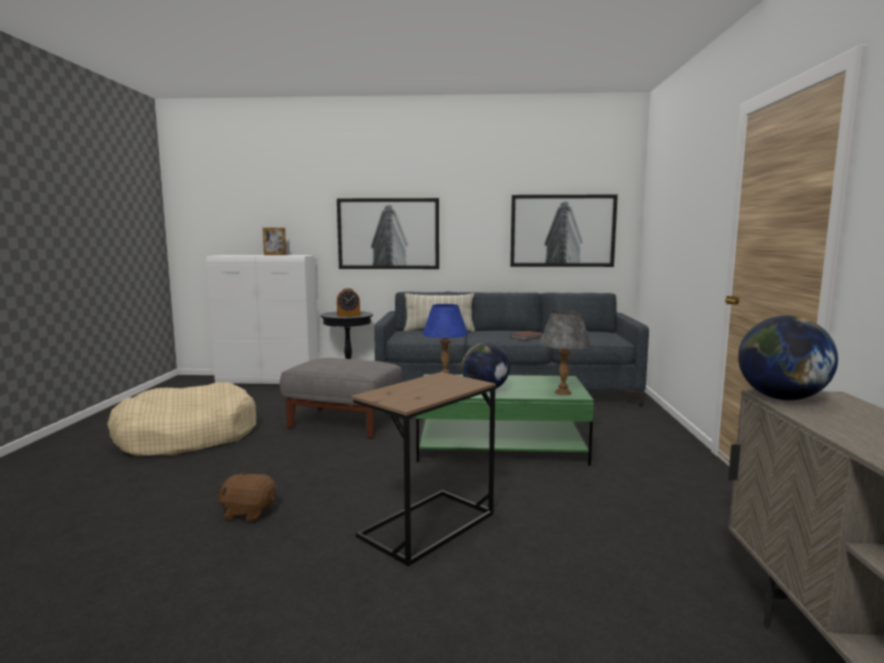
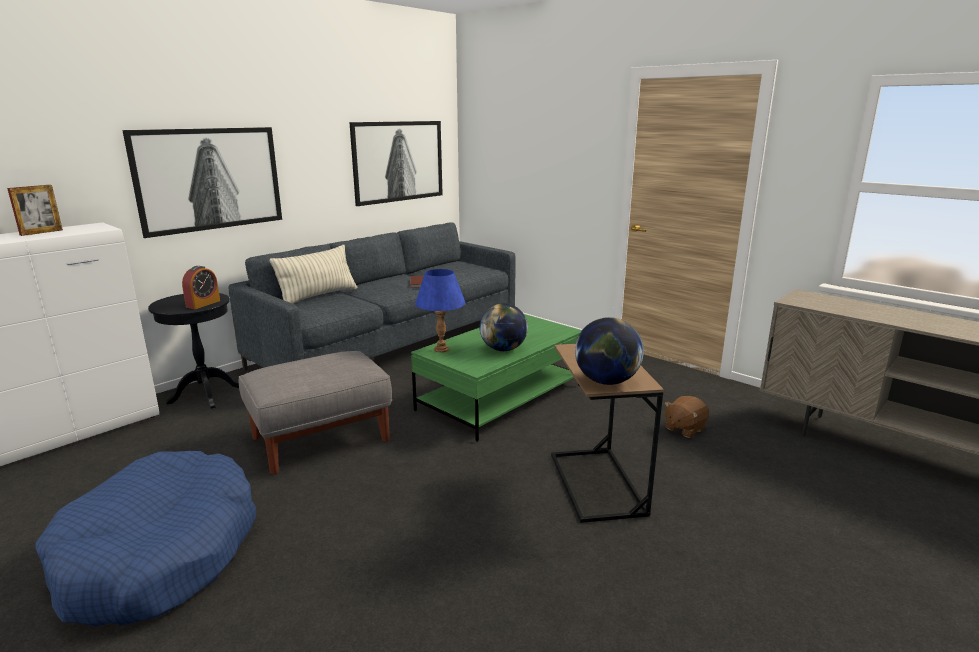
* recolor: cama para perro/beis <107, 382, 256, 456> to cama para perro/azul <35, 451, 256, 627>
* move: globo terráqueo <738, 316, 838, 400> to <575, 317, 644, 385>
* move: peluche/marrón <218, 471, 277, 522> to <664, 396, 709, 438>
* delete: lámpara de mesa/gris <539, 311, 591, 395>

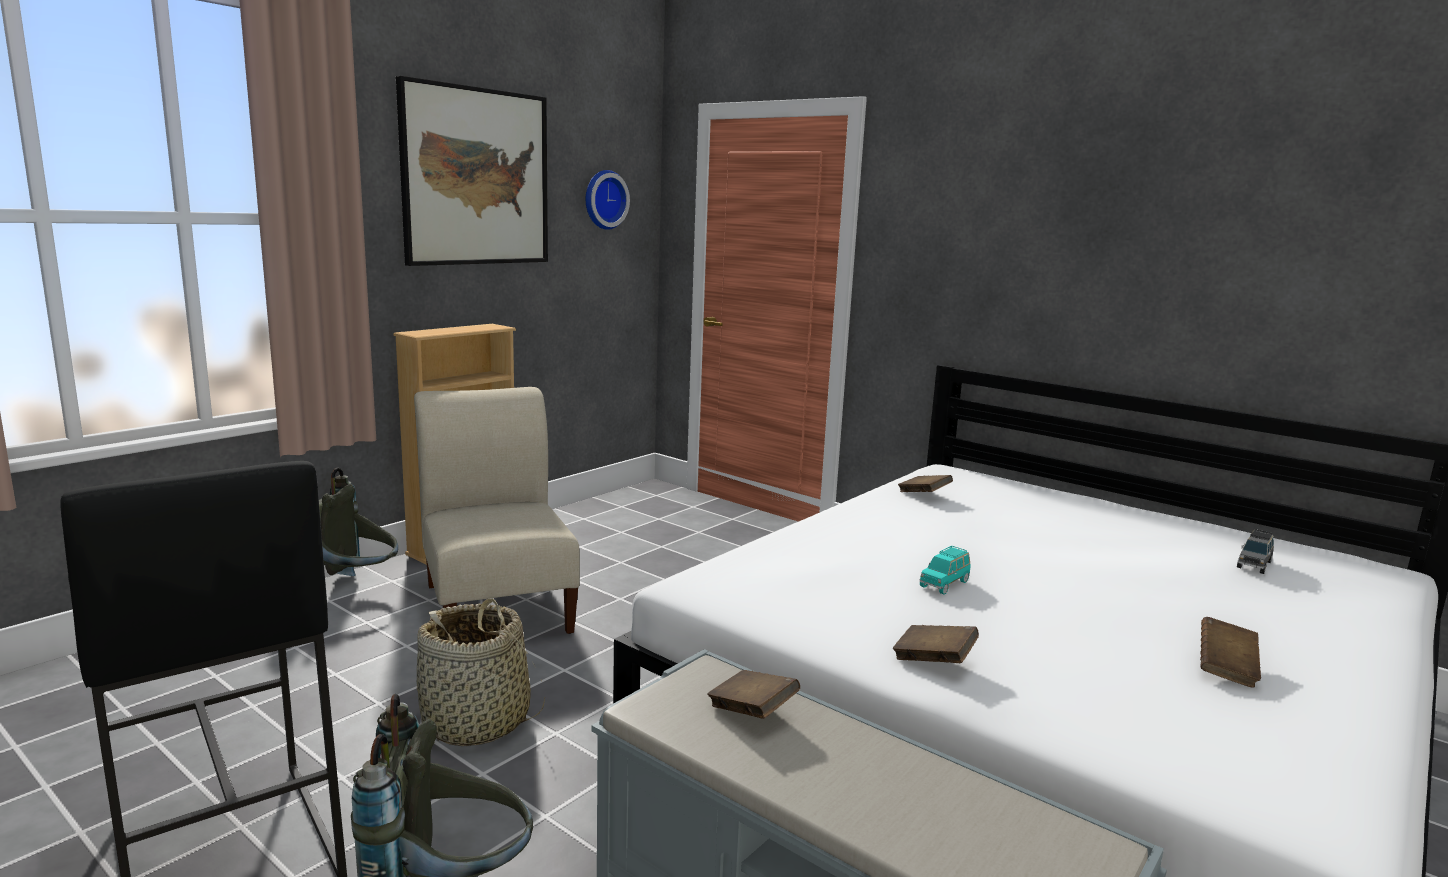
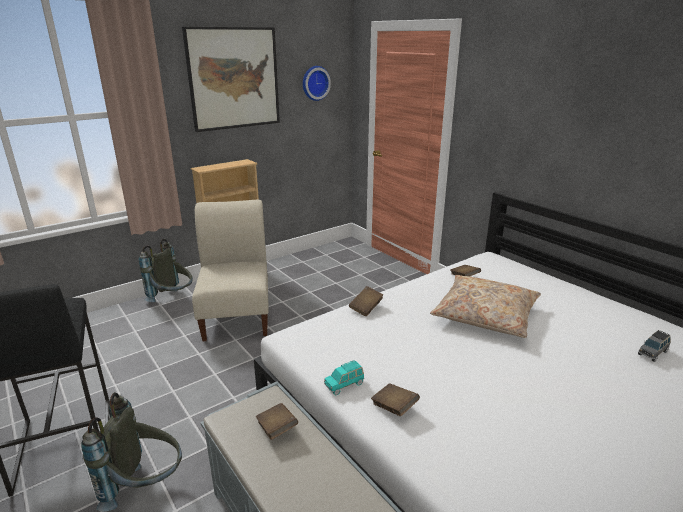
* move: coche de juguete/turquesa <920, 546, 970, 594> to <324, 360, 364, 395>
* move: libro/marrón <1200, 617, 1261, 688> to <349, 286, 383, 316>
* insert: cojín/beis <430, 275, 541, 338>
* delete: cesta <416, 599, 545, 746>

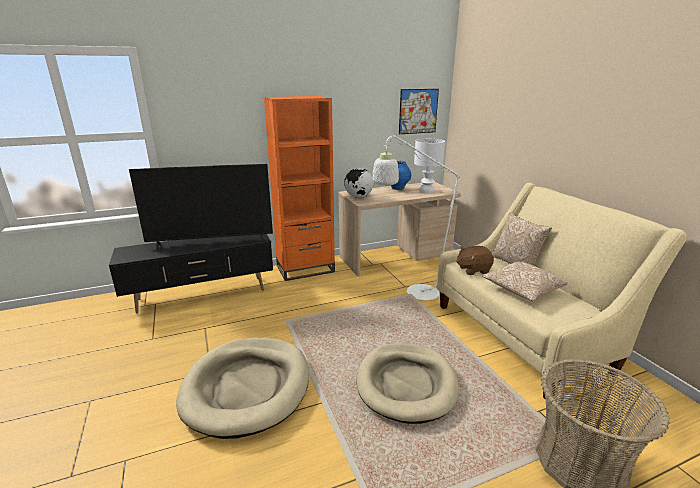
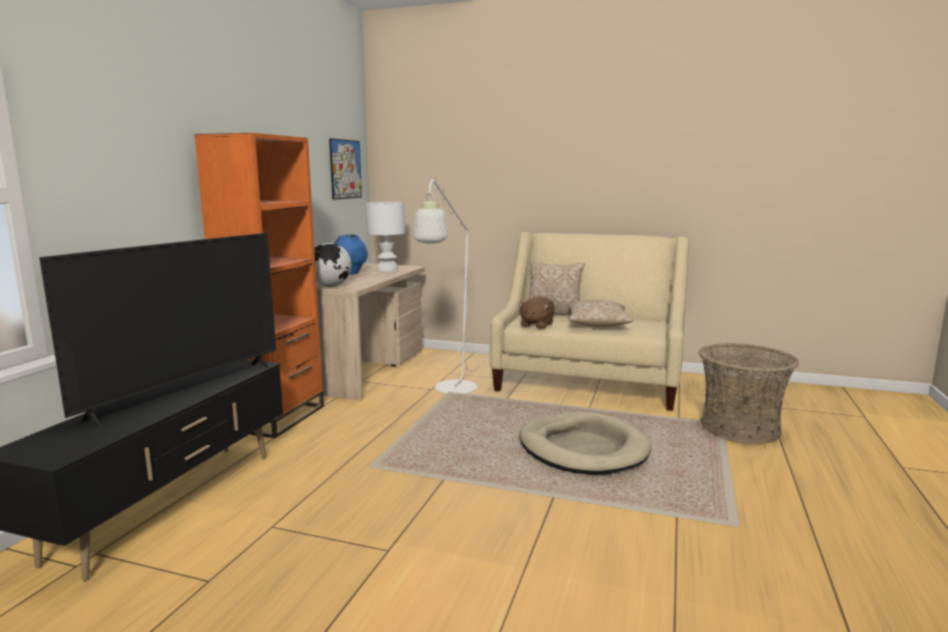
* delete: cama para perro/beis <176, 338, 309, 439>

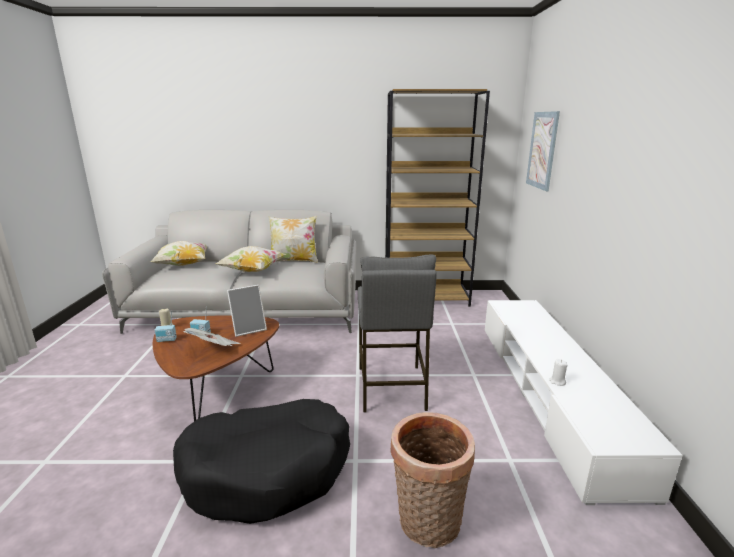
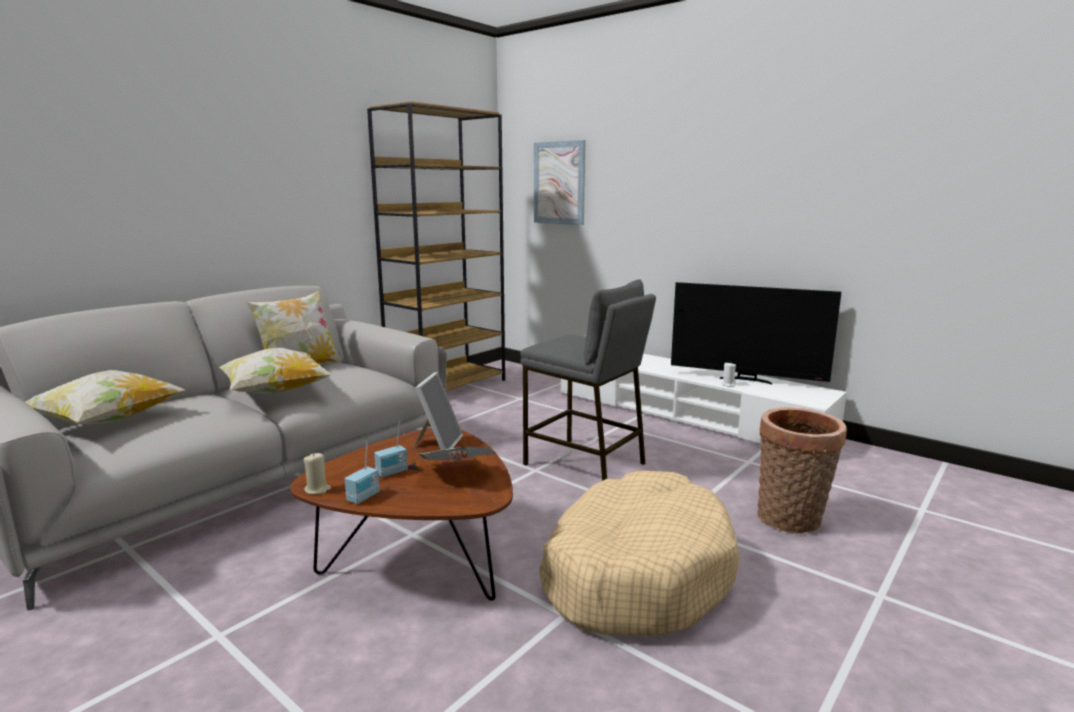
* recolor: cama para perro/negro <173, 399, 350, 524> to cama para perro/beis <539, 471, 739, 636>
* insert: televisor <671, 282, 841, 385>

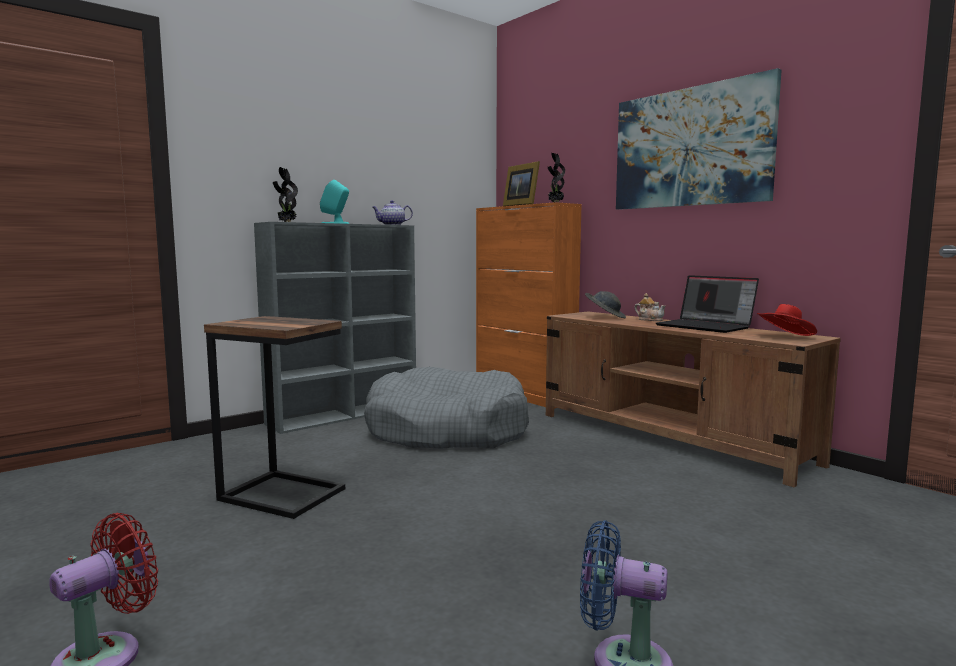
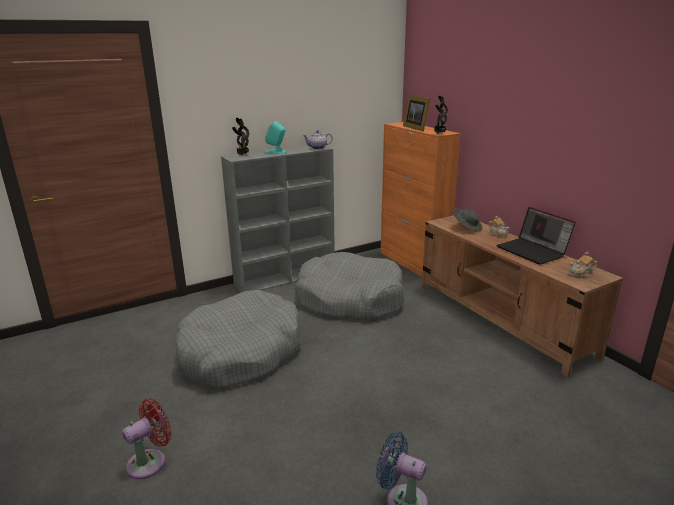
* replace: mesa auxiliar <204, 316, 345, 519> to cama para perro/gris <176, 290, 301, 388>
* replace: sombrero/rojo <757, 304, 817, 336> to tetera <569, 251, 597, 278>
* delete: cuadro <616, 68, 782, 210>

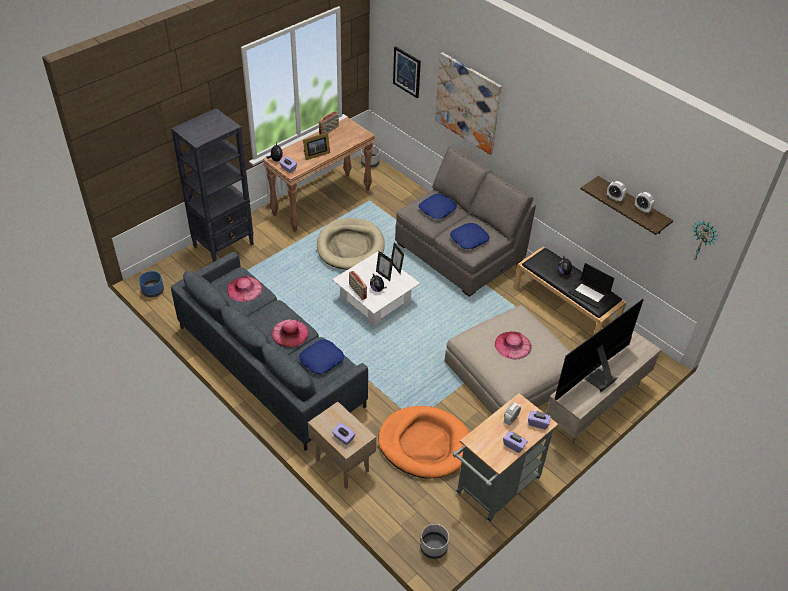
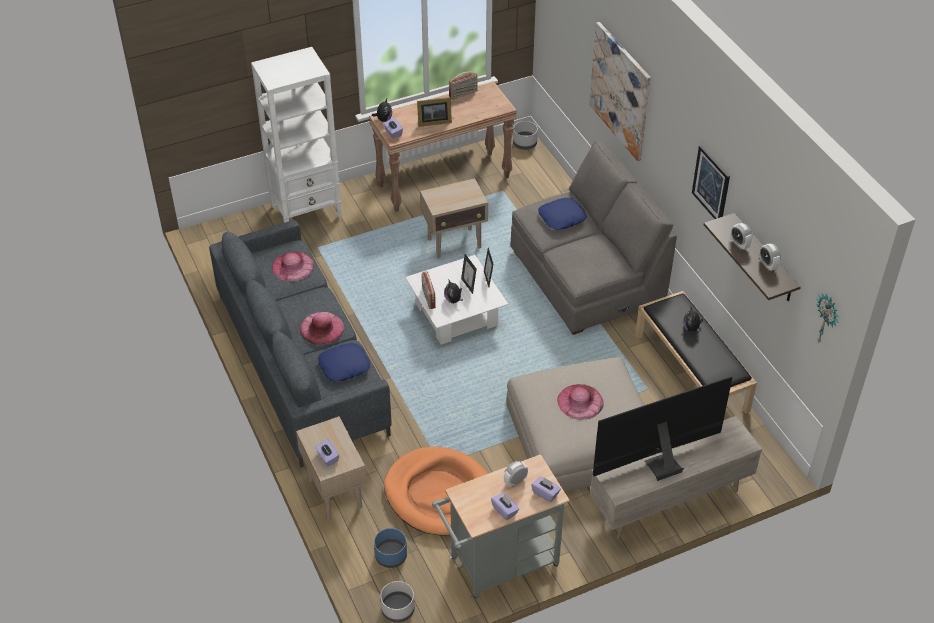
* recolor: estantería/negro <171, 108, 254, 262> to estantería/blanco <251, 47, 342, 223>
* move: maceta/azul <139, 271, 164, 297> to <374, 528, 407, 568>
* replace: cama para perro/beis <317, 218, 385, 270> to mesa auxiliar/beis <420, 178, 488, 259>
* move: cuadro <393, 46, 421, 98> to <692, 145, 730, 219>
* delete: cojín/azul <450, 223, 490, 249>
* delete: portátil <568, 263, 614, 309>

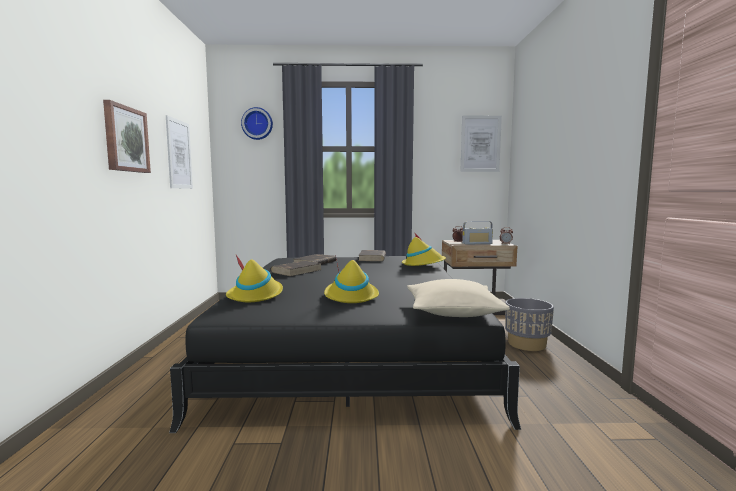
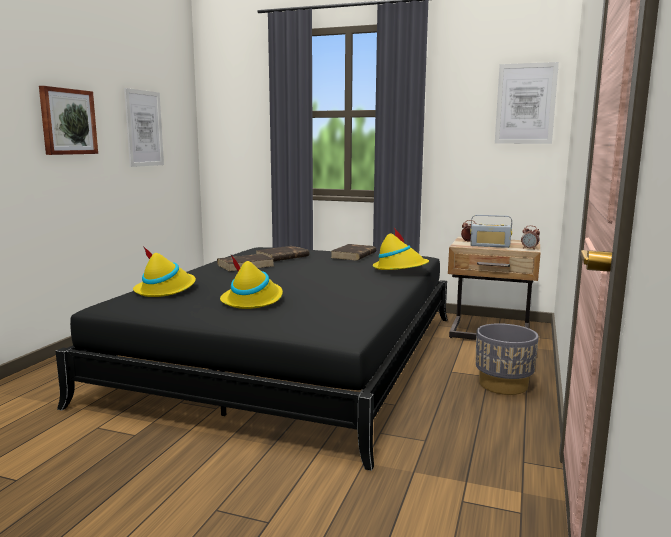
* delete: reloj de pared <241, 107, 273, 140>
* delete: cojín/beis <407, 279, 510, 317>

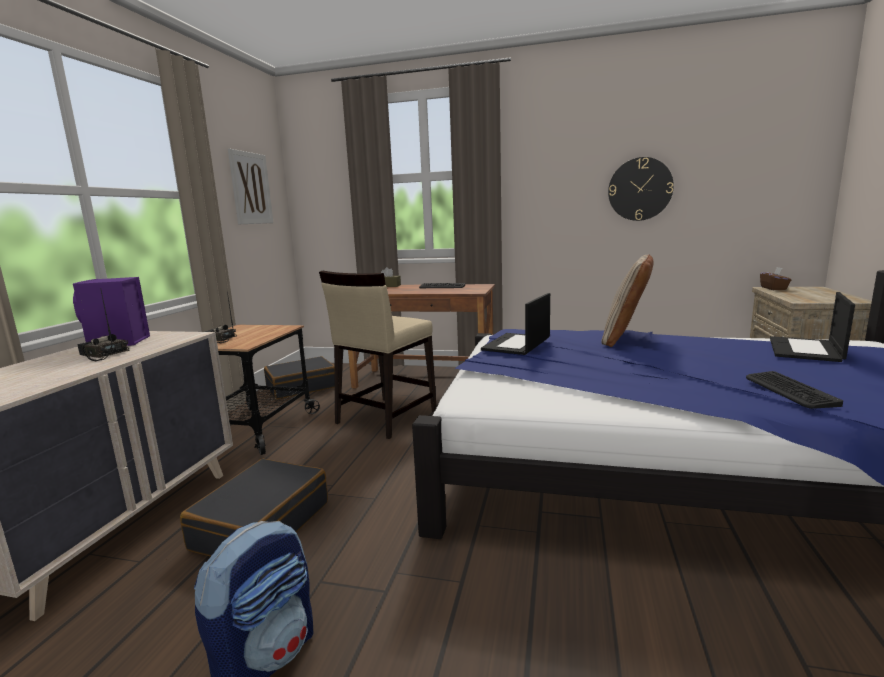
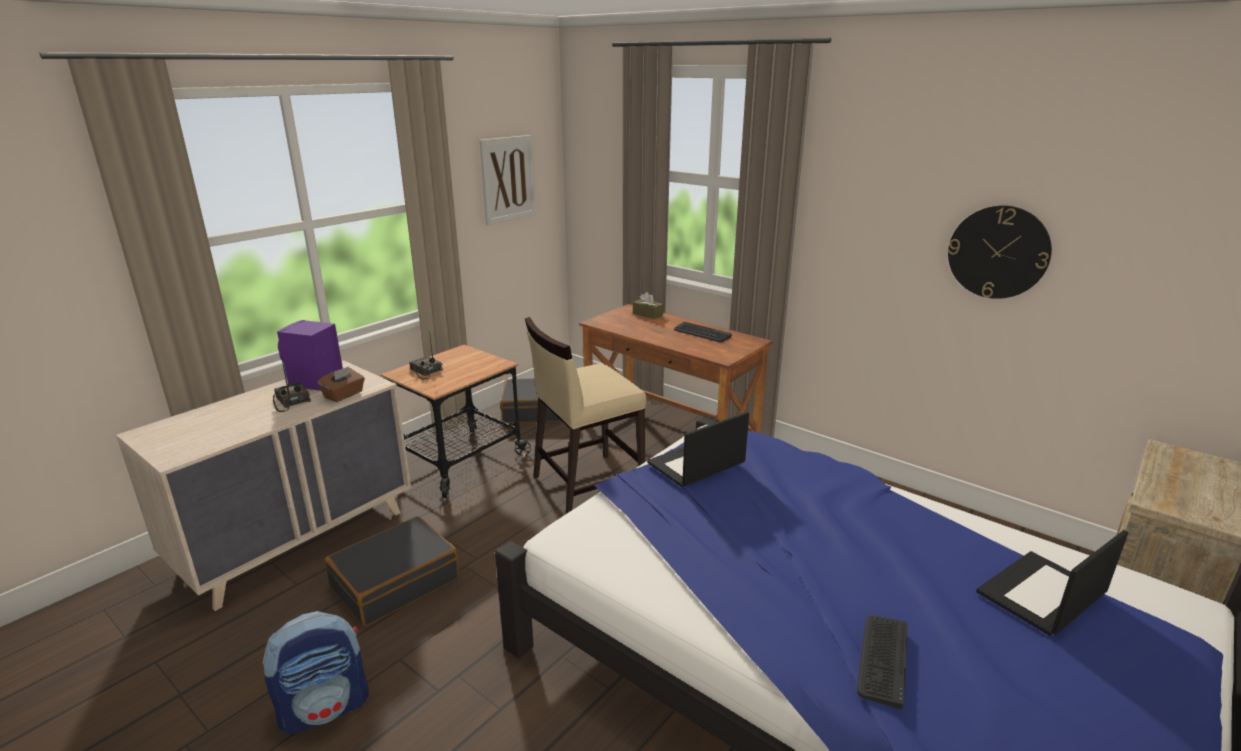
* move: caja de pañuelos/marrón <760, 267, 791, 290> to <317, 367, 365, 402>
* delete: cojín/beis <601, 254, 654, 347>

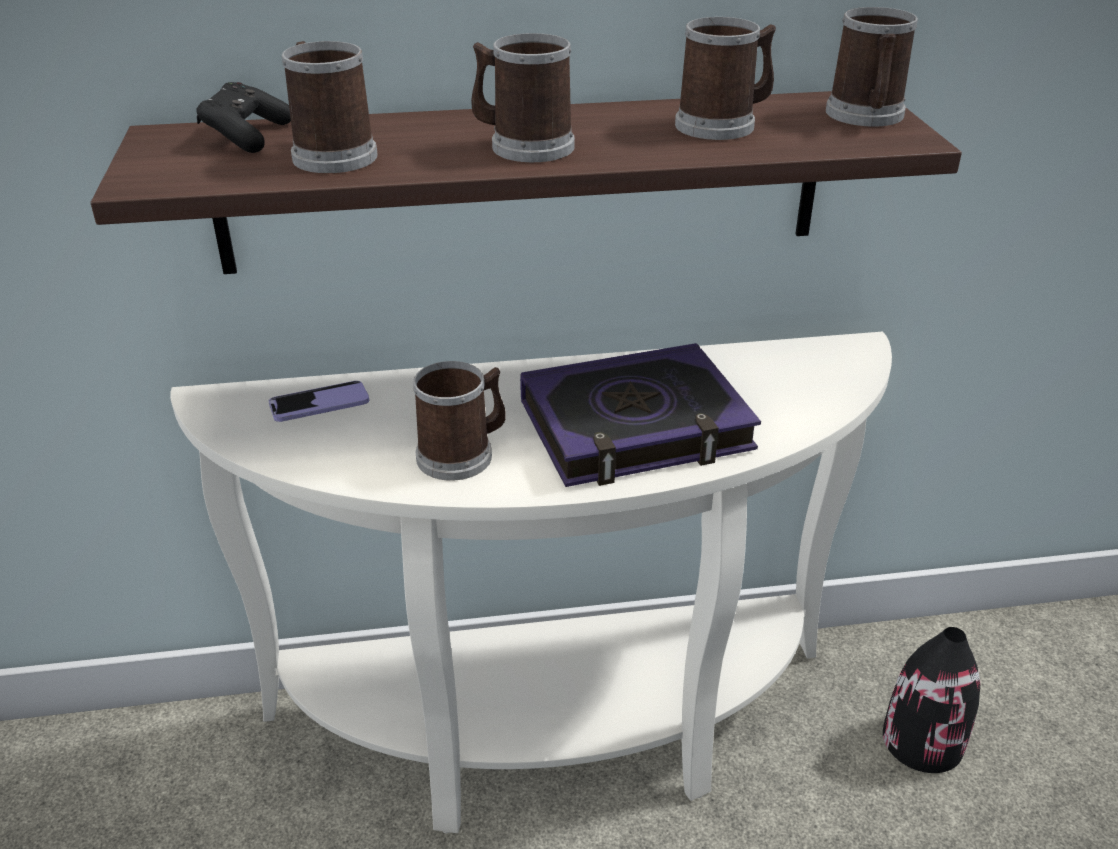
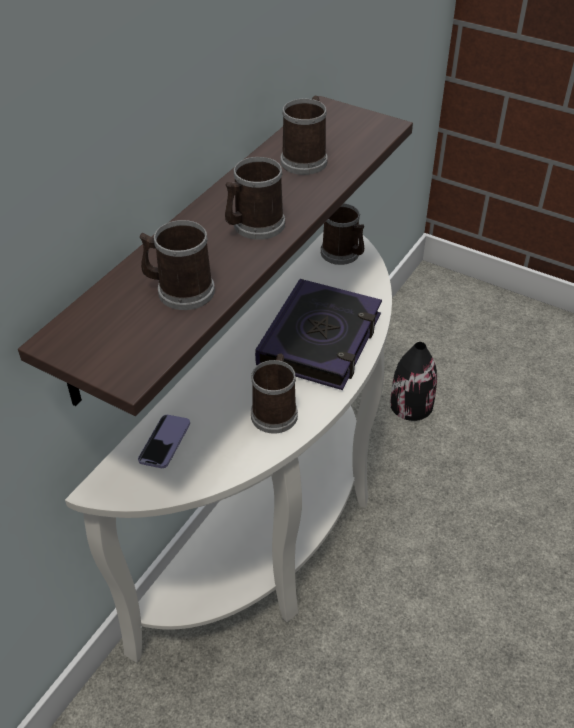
* move: taza grande <826, 7, 918, 127> to <321, 203, 364, 265>
* delete: mando de consola/negro <196, 82, 291, 153>

